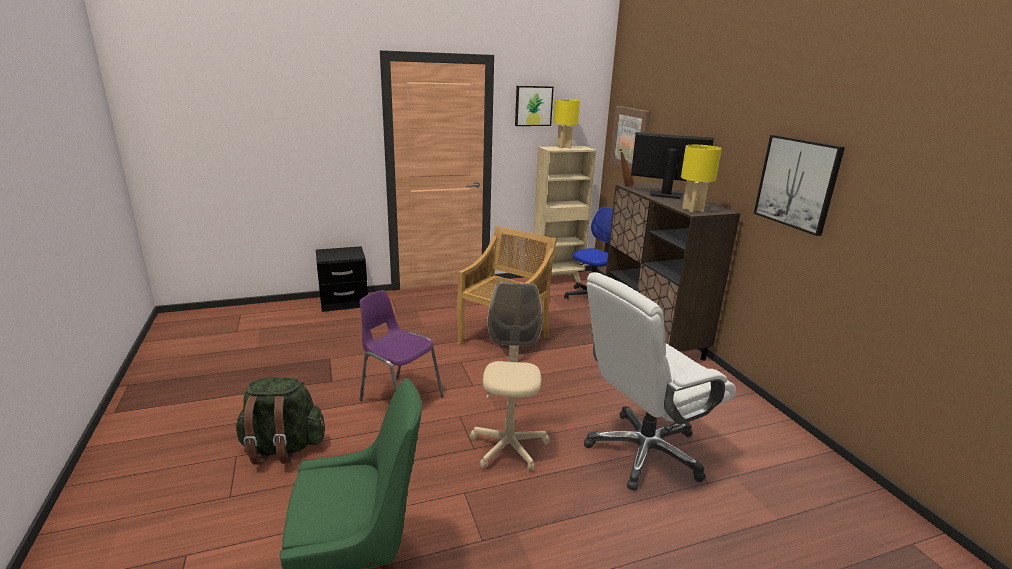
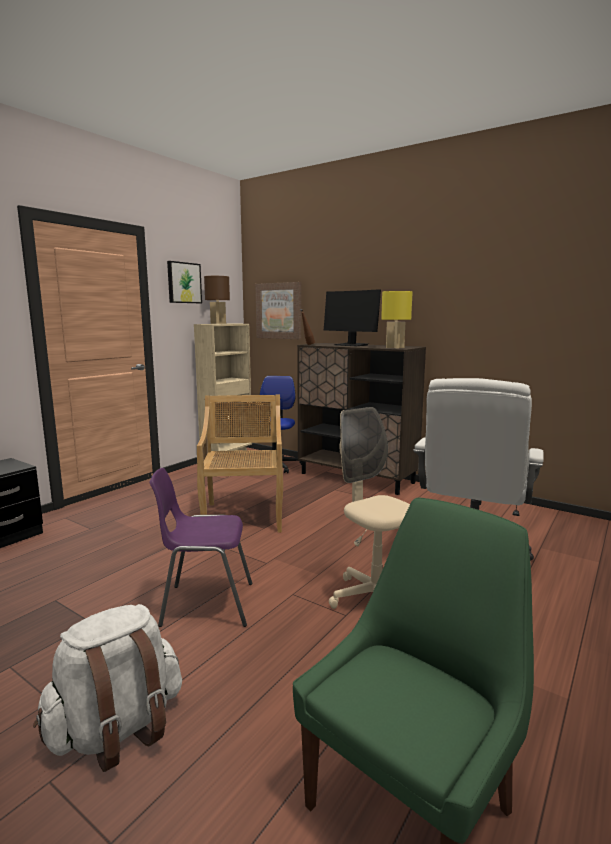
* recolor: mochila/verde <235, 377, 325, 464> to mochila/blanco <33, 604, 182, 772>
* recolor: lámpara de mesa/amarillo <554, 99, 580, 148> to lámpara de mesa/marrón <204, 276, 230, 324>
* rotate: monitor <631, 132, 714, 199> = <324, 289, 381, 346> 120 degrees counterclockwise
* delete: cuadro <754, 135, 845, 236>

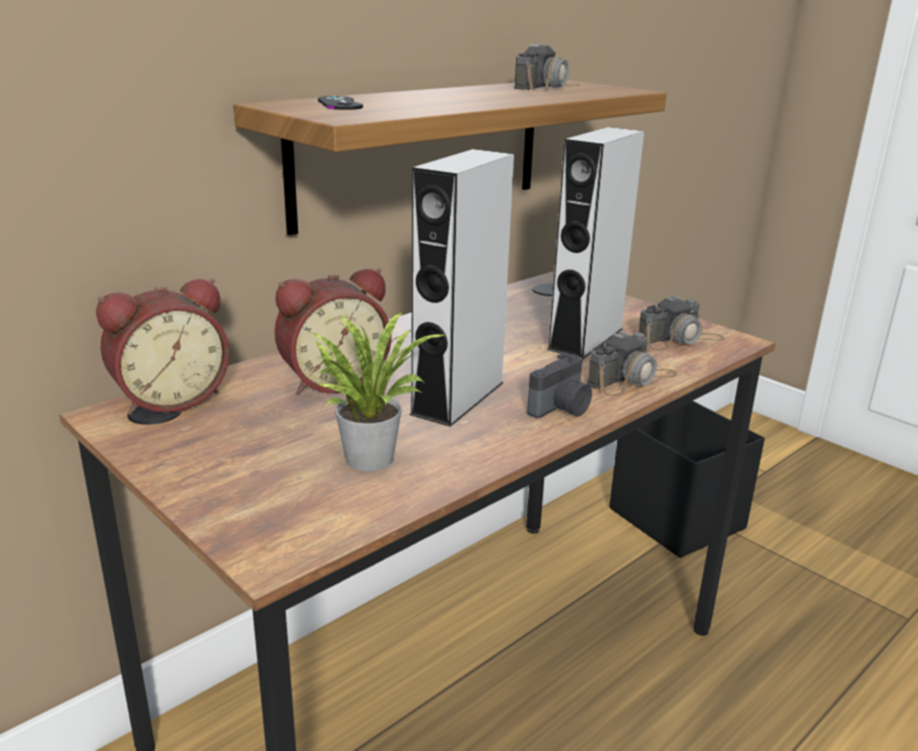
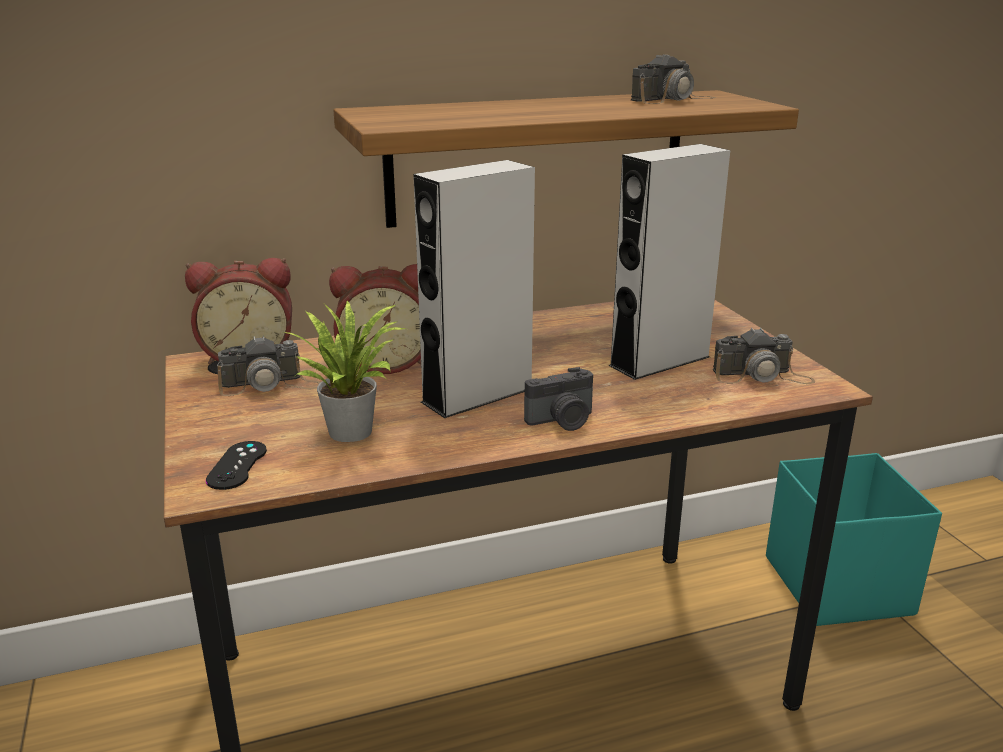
* move: mando de consola/negro <318, 96, 363, 110> to <206, 441, 267, 490>
* move: cámara <587, 331, 677, 396> to <217, 336, 321, 396>
* recolor: caja de almacenaje/negro <610, 401, 765, 558> to caja de almacenaje/turquesa <766, 453, 942, 626>

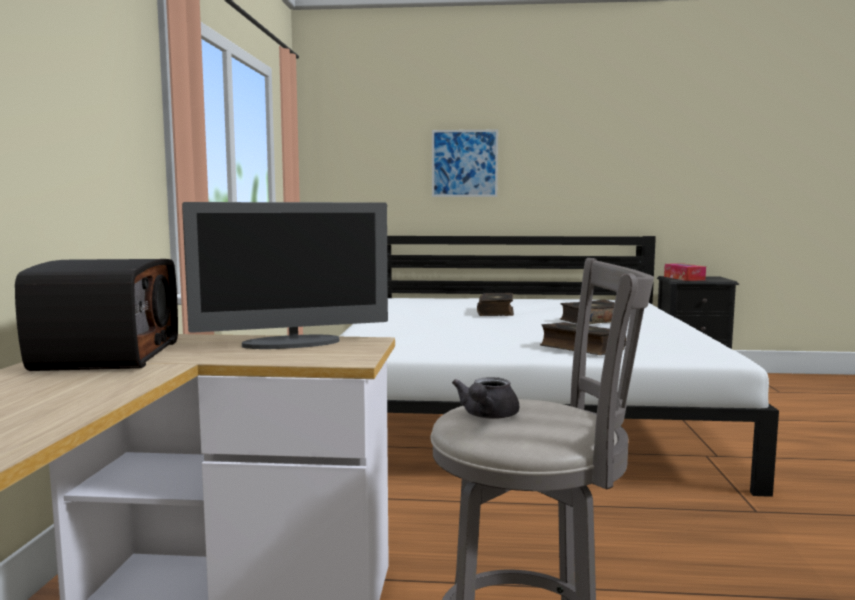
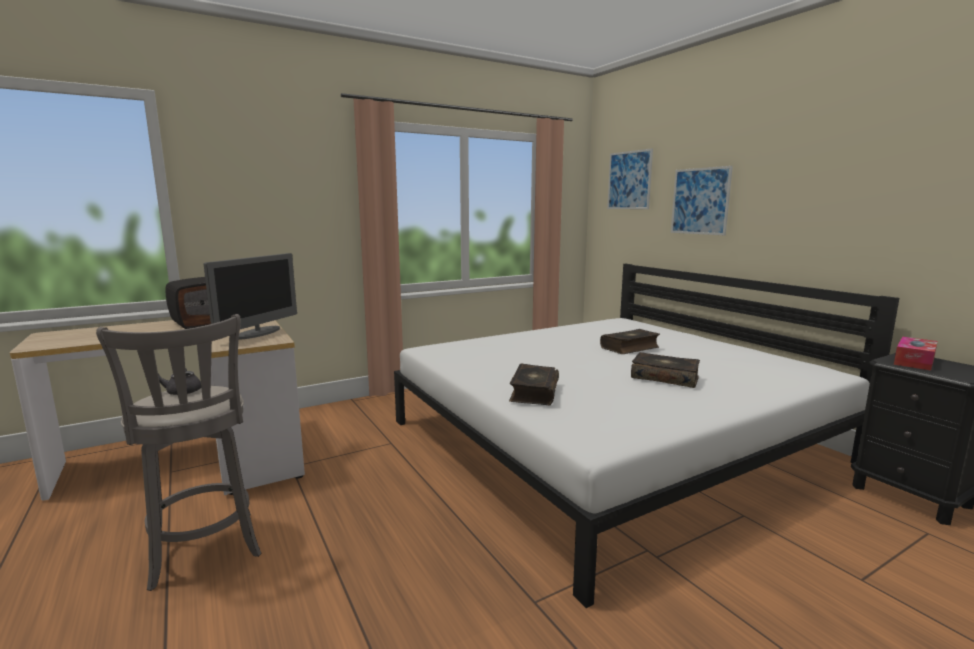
* rotate: monitor <182, 202, 388, 349> = <204, 253, 297, 340> 105 degrees counterclockwise
* insert: cuadro <607, 148, 653, 209>

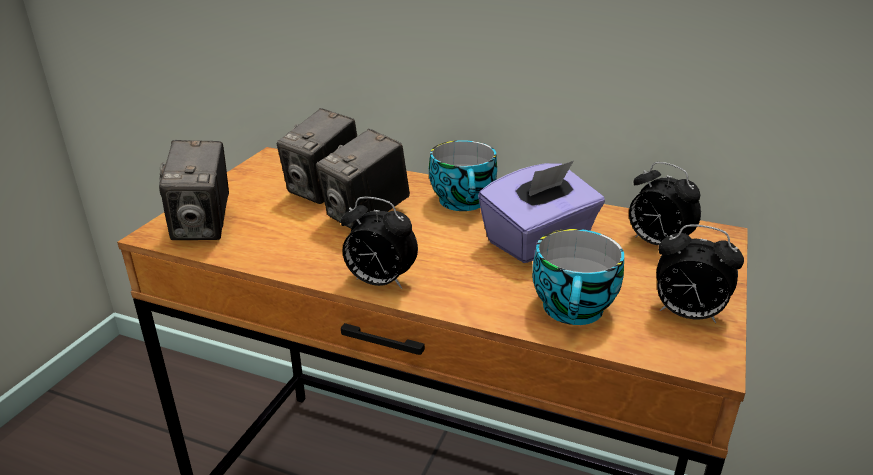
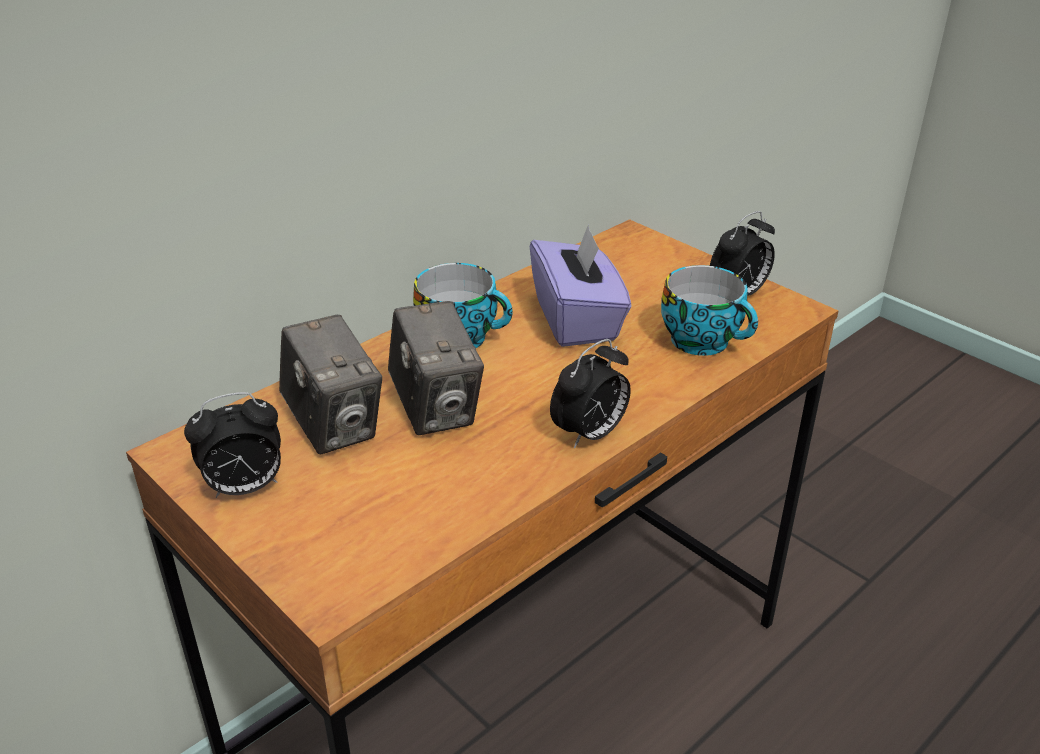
* move: despertador <629, 162, 701, 245> to <184, 392, 281, 498>
* delete: cámara <159, 140, 229, 240>

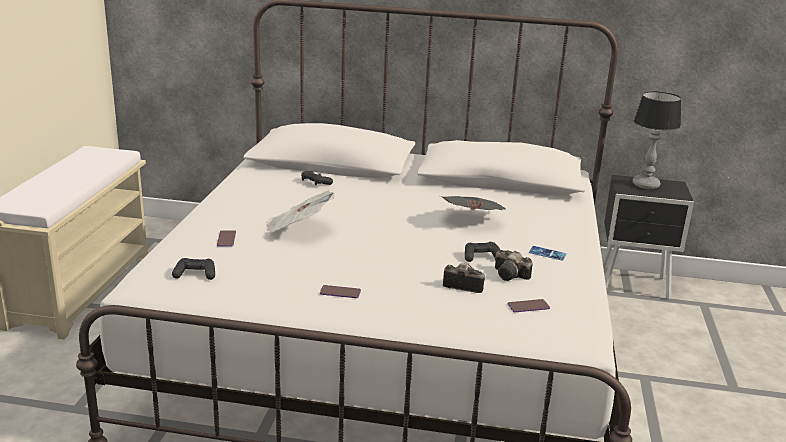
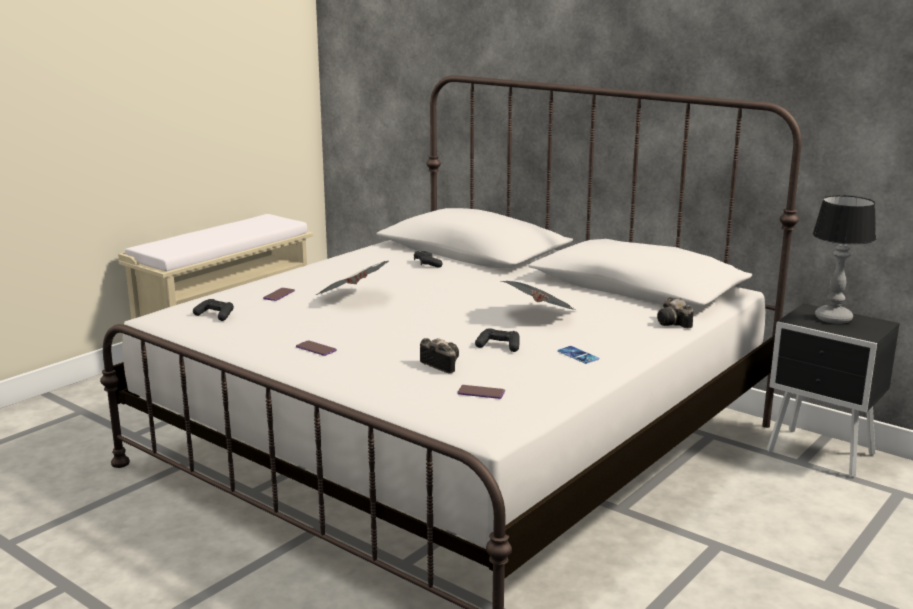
* move: cámara <495, 250, 533, 281> to <657, 298, 693, 329>

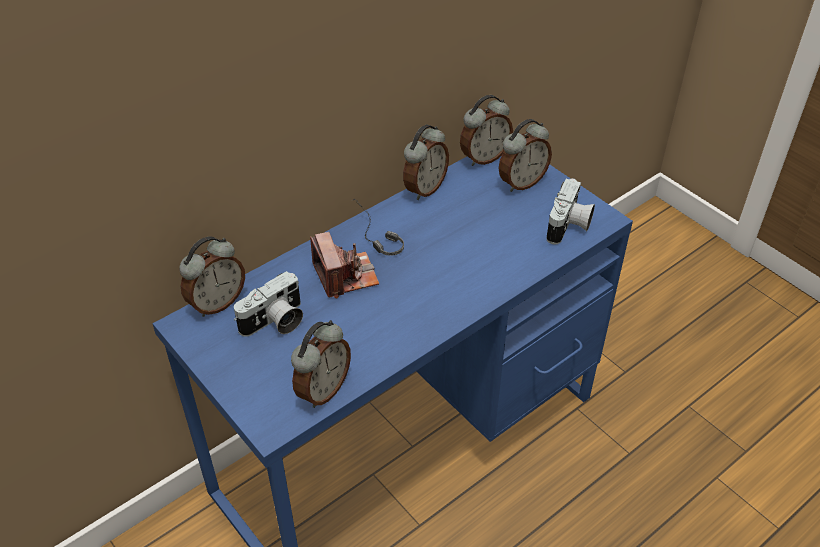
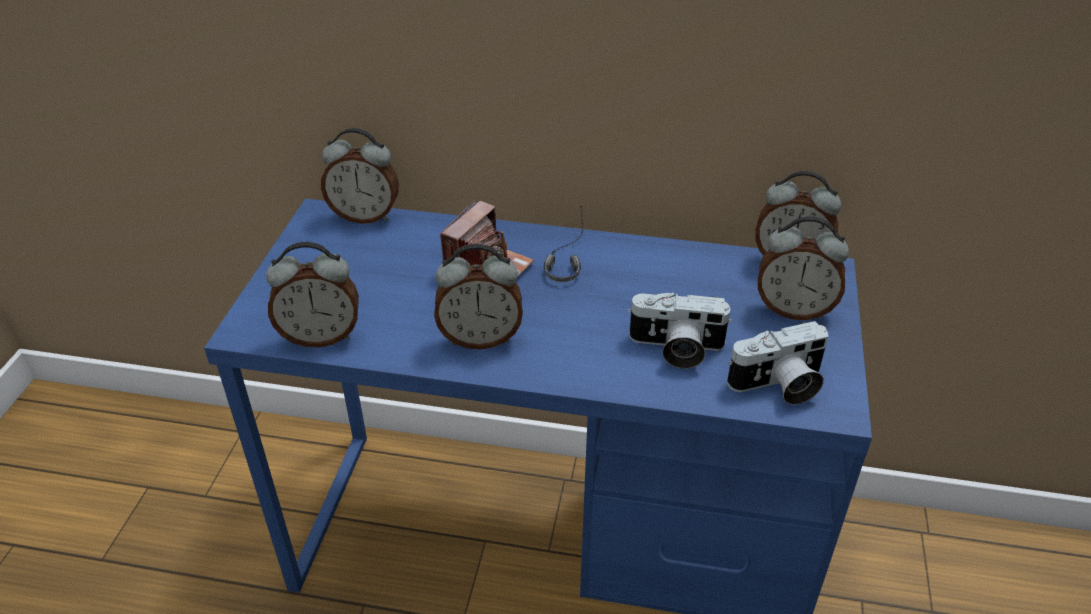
* move: despertador <403, 125, 449, 200> to <434, 244, 523, 350>
* move: cámara <234, 271, 303, 337> to <627, 292, 732, 369>

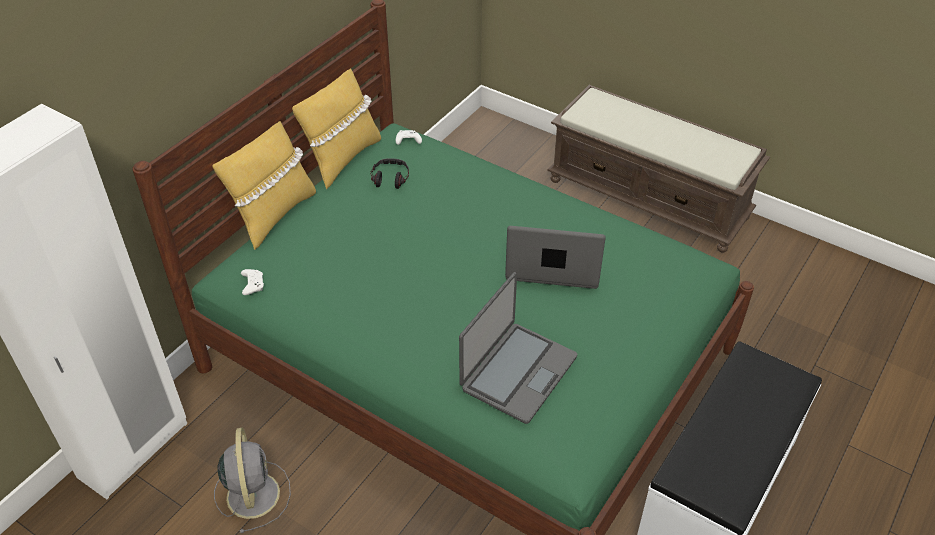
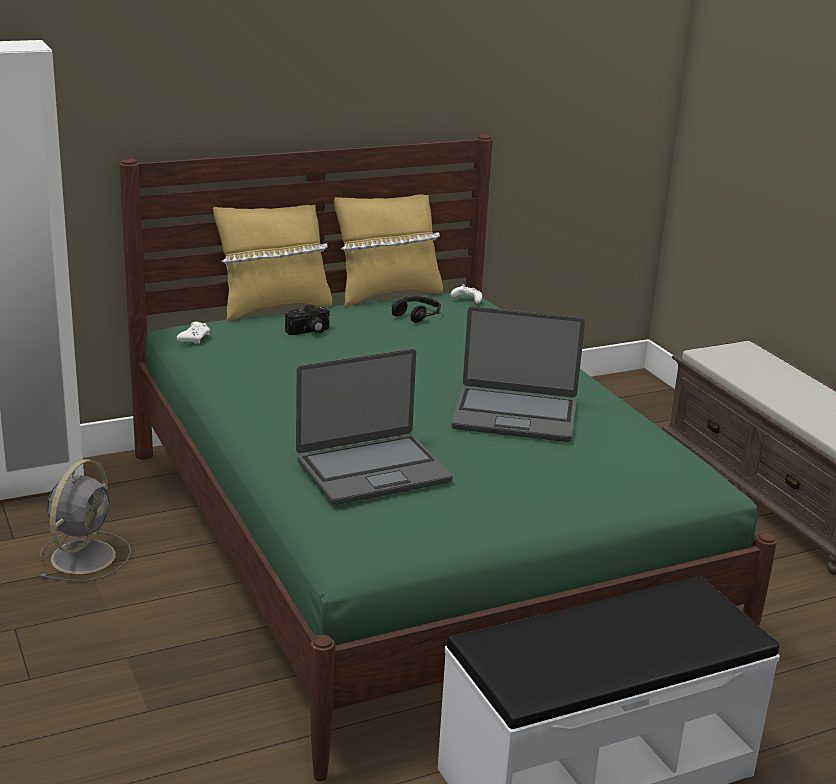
* insert: cámara <285, 305, 330, 335>
* rotate: portátil <505, 226, 606, 289> = <451, 306, 585, 442> 150 degrees clockwise

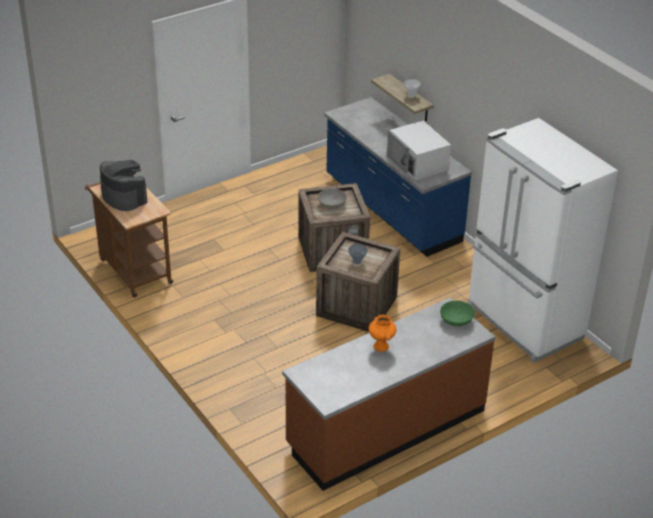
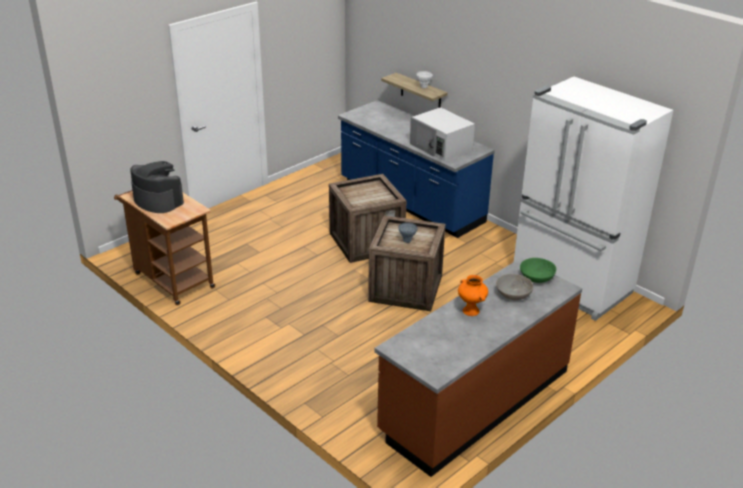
* move: cuenco/gris <318, 188, 347, 209> to <496, 274, 533, 300>

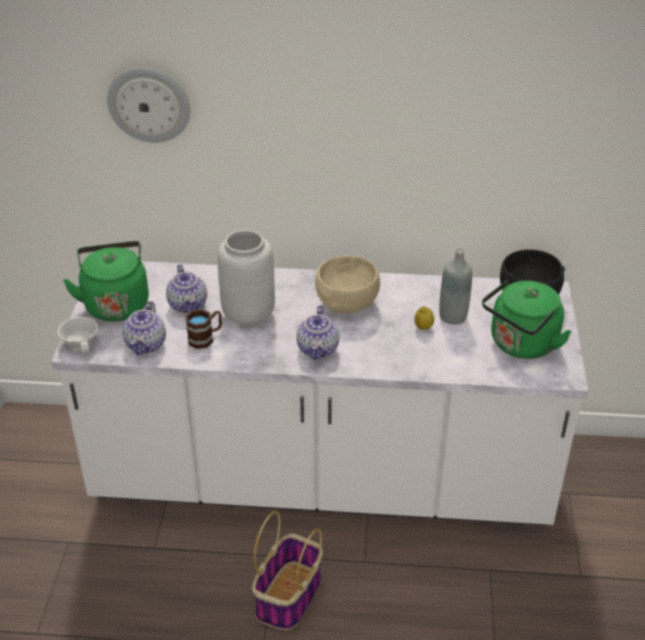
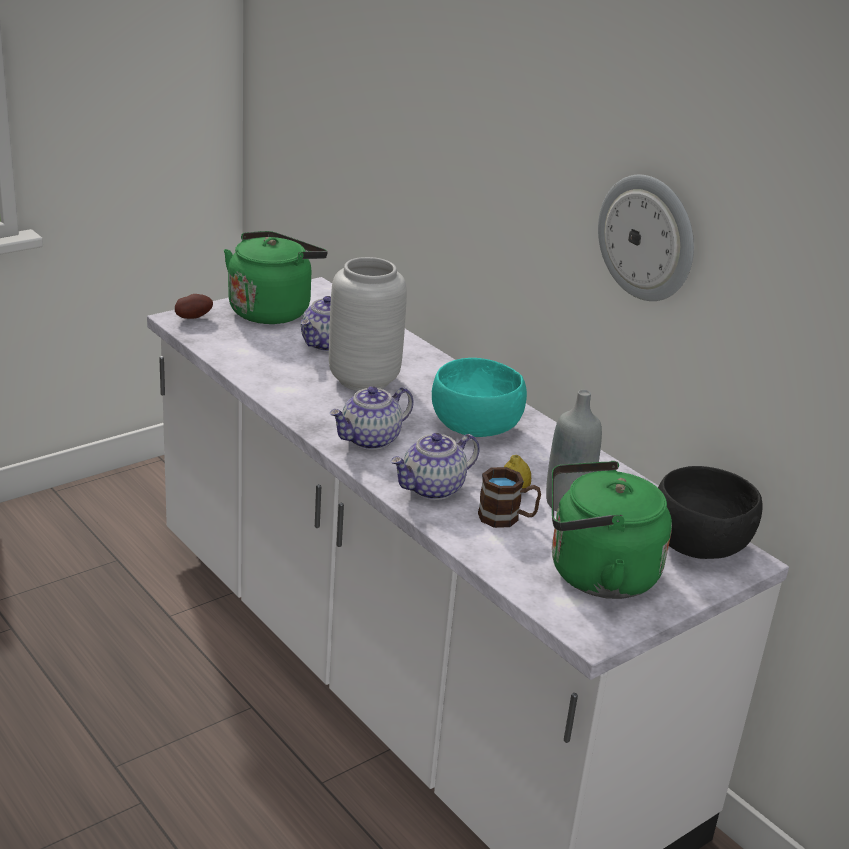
* replace: taza/blanco <57, 317, 98, 354> to patata <175, 294, 213, 319>
* move: tetera <123, 301, 166, 355> to <391, 433, 480, 500>
* recolor: cuenco/beis <315, 256, 380, 314> to cuenco/turquesa <432, 358, 527, 437>
* move: taza grande/marrón <185, 309, 222, 349> to <478, 467, 541, 528>
* move: reloj de pared <107, 67, 190, 143> to <598, 175, 694, 301>
* delete: cesta <252, 511, 323, 630>

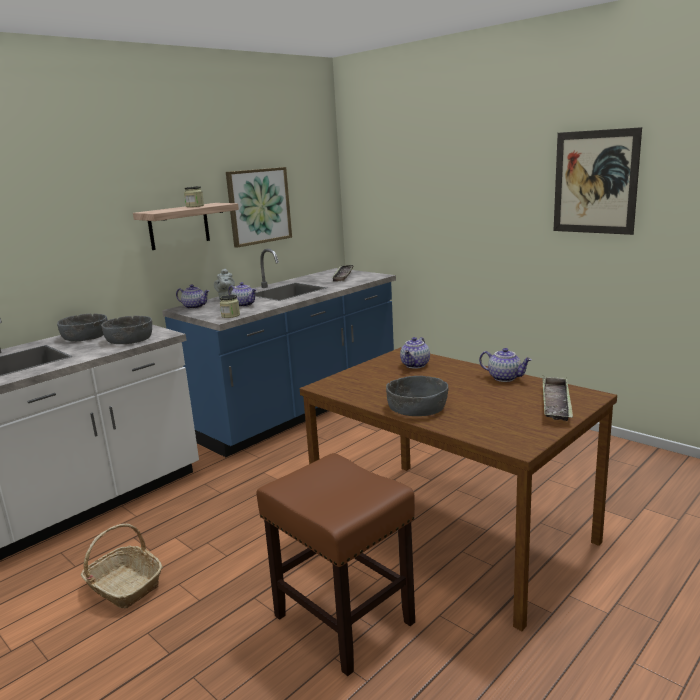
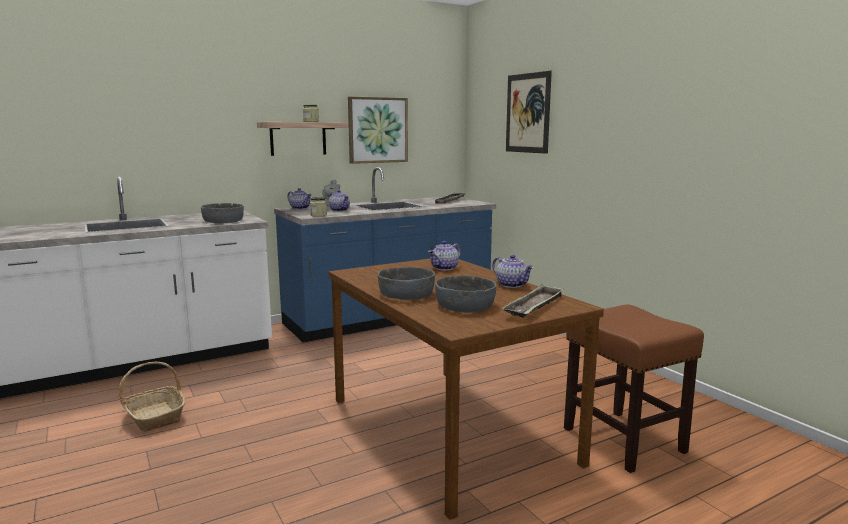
* move: cuenco/gris <57, 313, 107, 341> to <435, 275, 497, 313>
* move: cuadro <554, 127, 642, 235> to <506, 71, 552, 154>
* move: taburete/marrón <256, 453, 415, 676> to <564, 305, 704, 473>

